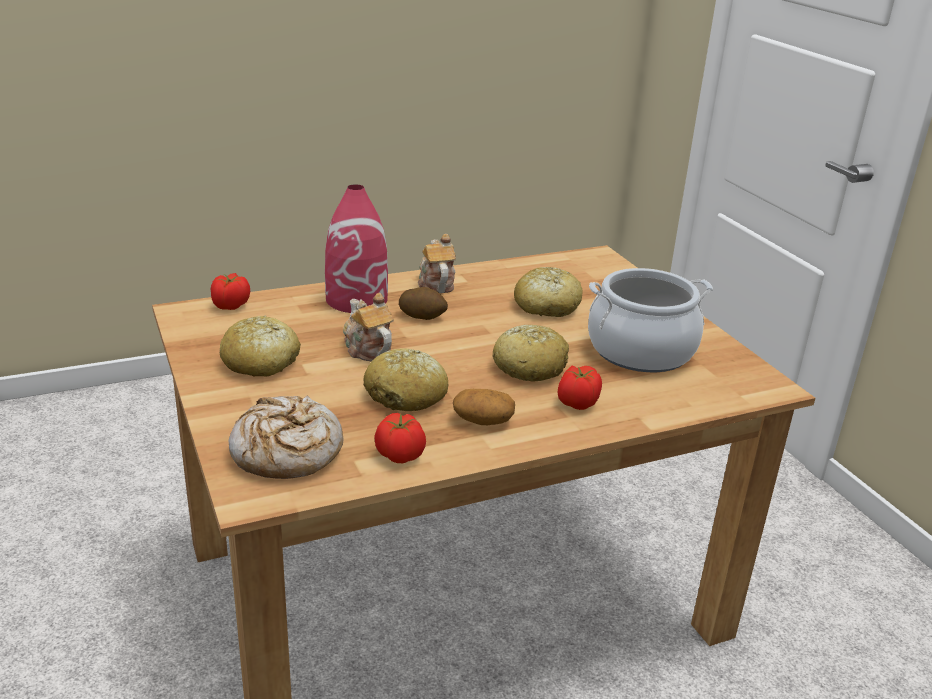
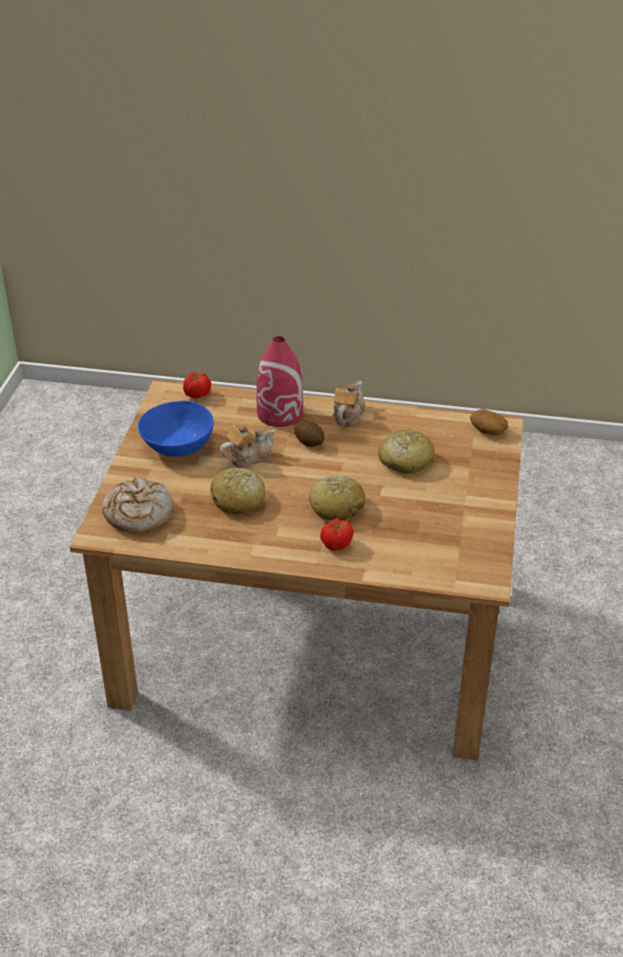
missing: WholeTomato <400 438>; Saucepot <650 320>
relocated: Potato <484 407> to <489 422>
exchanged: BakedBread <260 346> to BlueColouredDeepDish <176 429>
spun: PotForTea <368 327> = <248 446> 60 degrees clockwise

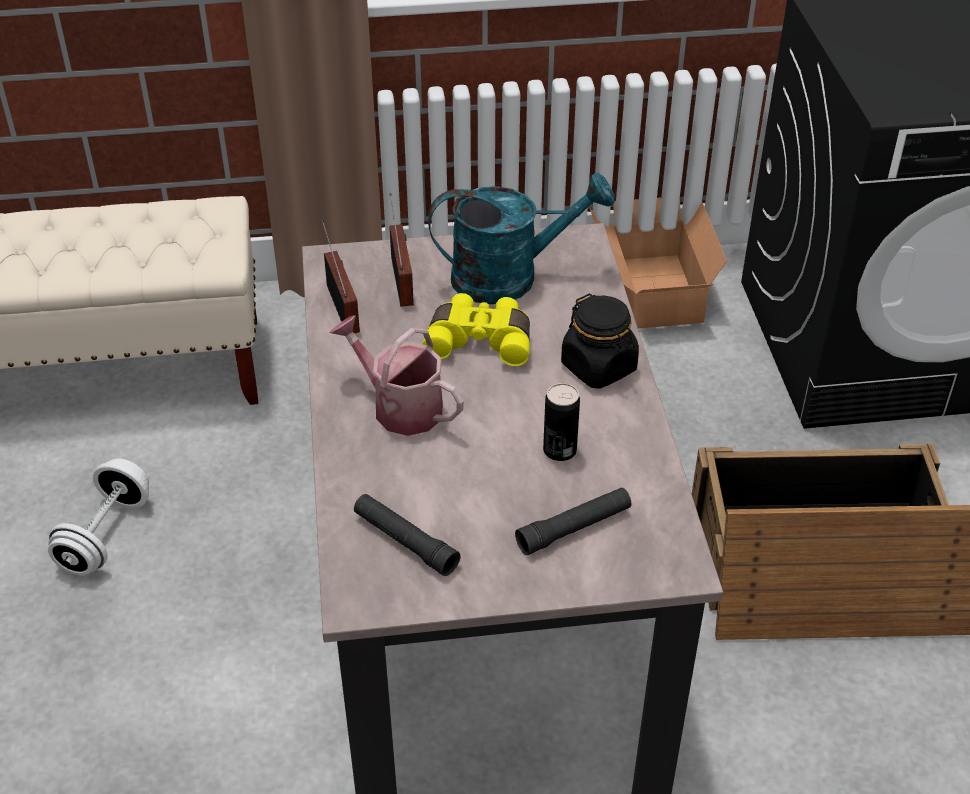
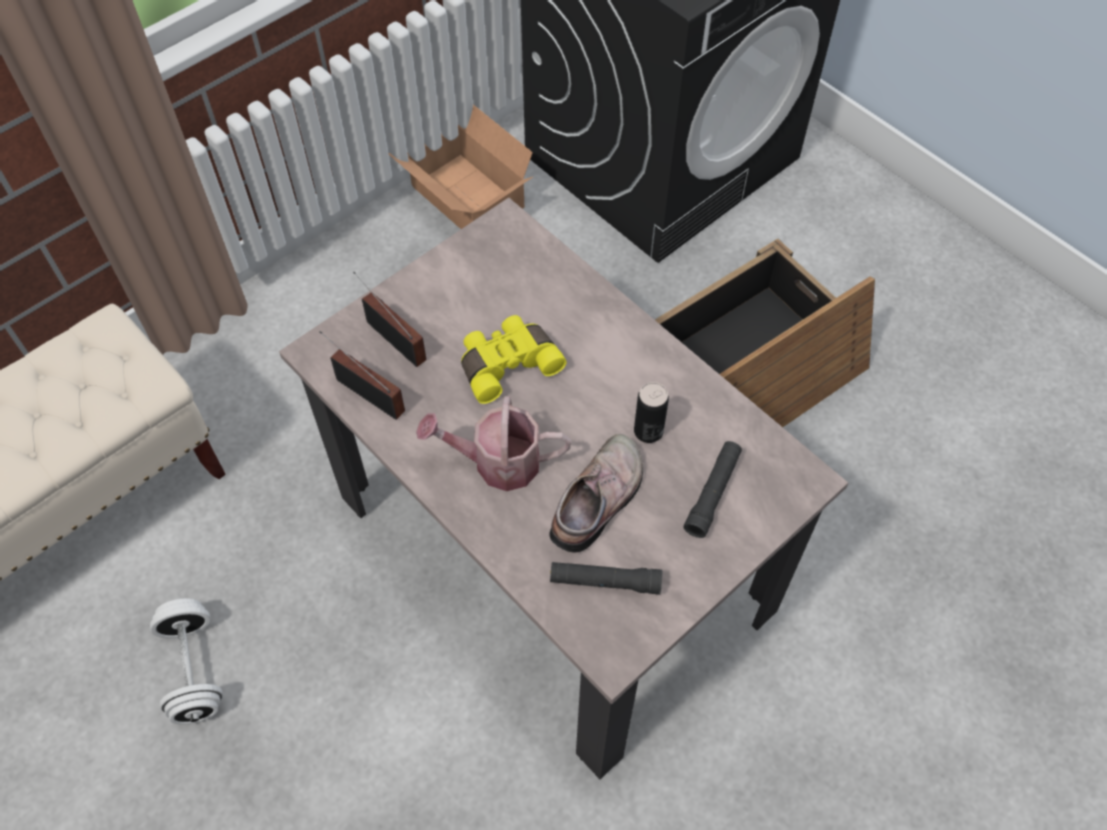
missing: TurquoiseWateringCan <521 238>; BlackJar <600 341>
appeared: Shoe <596 493>

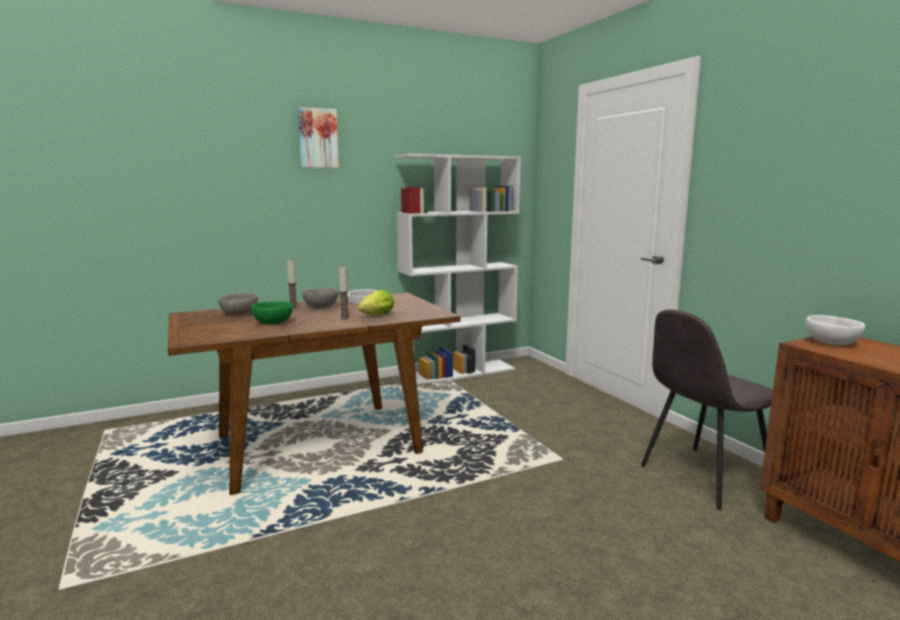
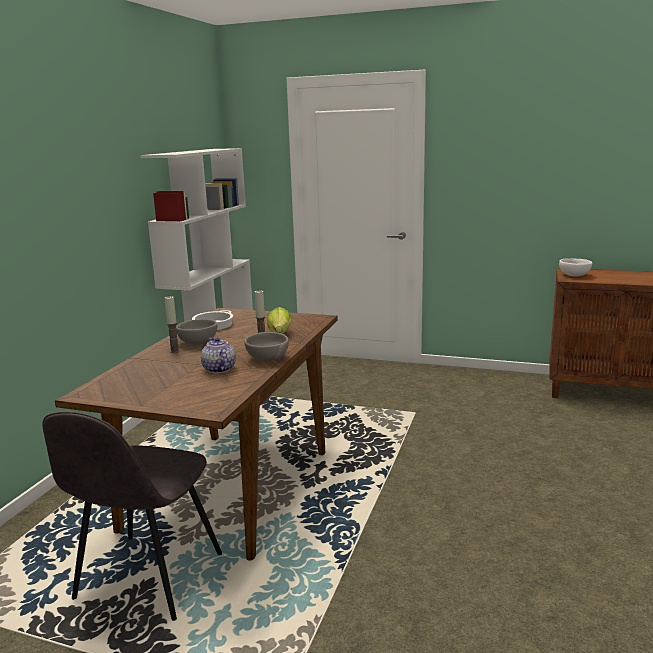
missing: WallArt <318 137>
relocated: GrayDeepDish <238 304> to <266 346>; GrayPlainChair <707 410> to <132 516>
exchanged: GreenDeepDish <272 313> to PotForTea <218 355>

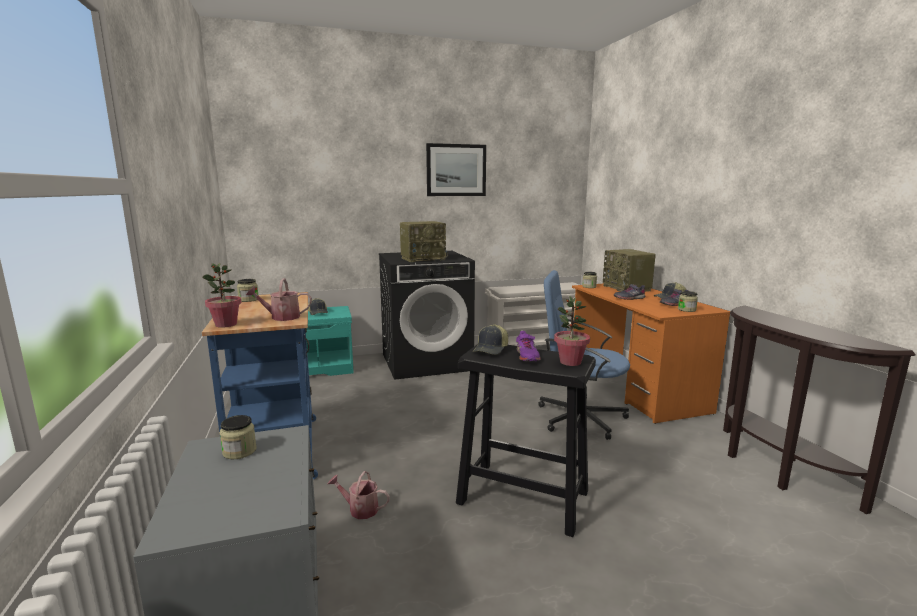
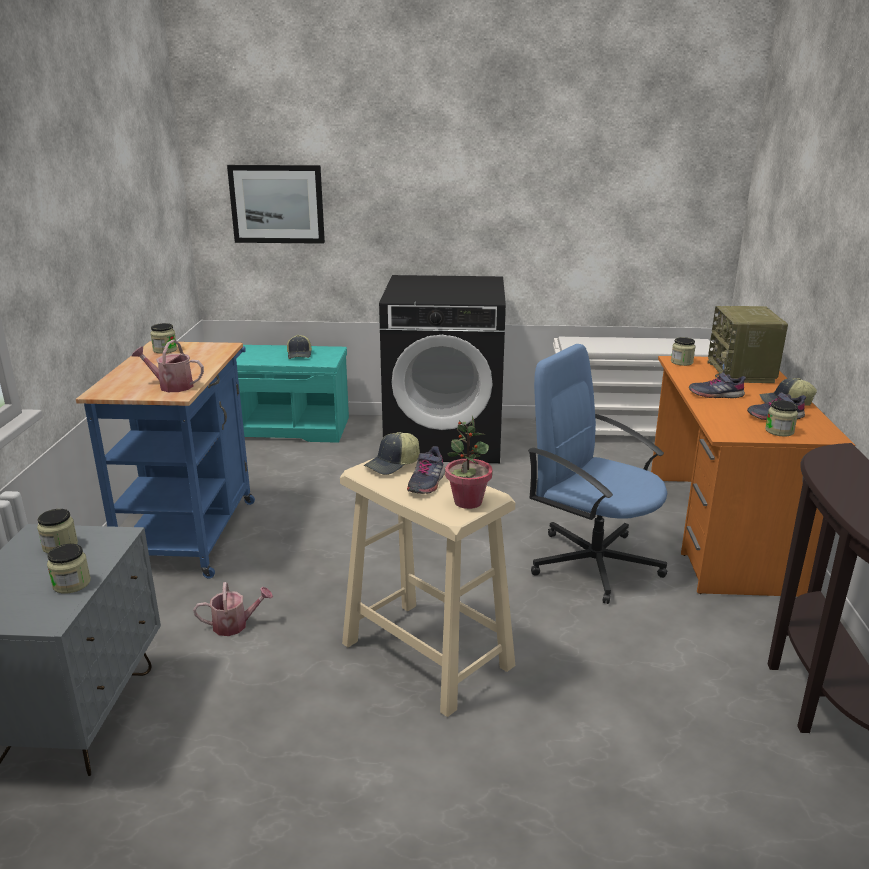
missing: Houseplant <221 295>; RadioReceiver <424 241>
appeared: Jar <69 569>
relocated: WallArt <456 169> to <276 204>
colour: BlackStool <526 440> to SandColouredStool <427 587>; PurpleShoe <528 346> to GrayShoe <426 470>
spun: WateringCan <359 495> = <233 609> 135 degrees clockwise

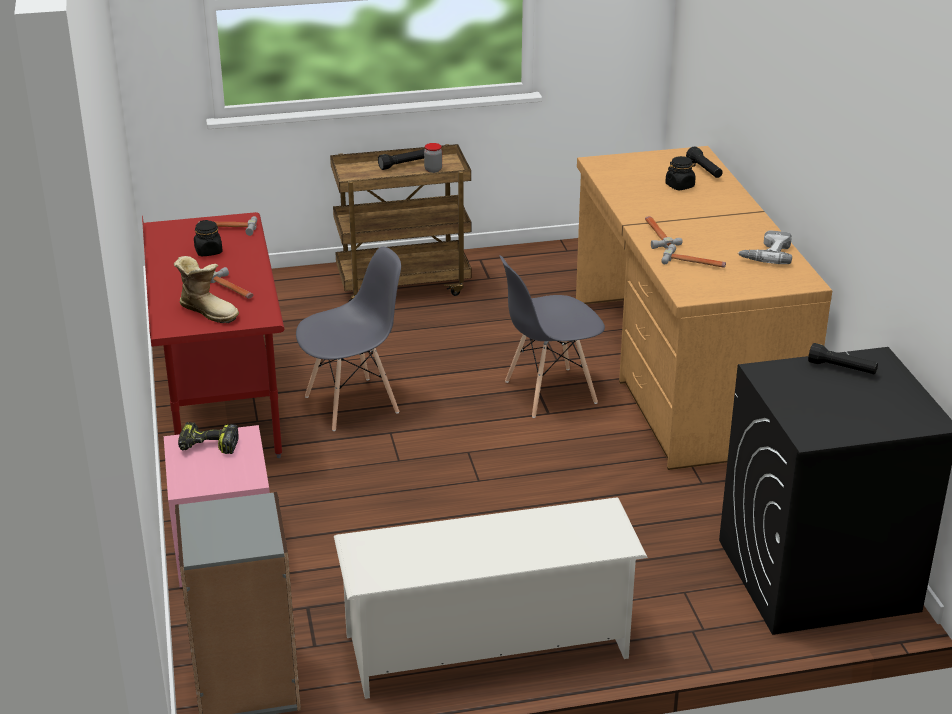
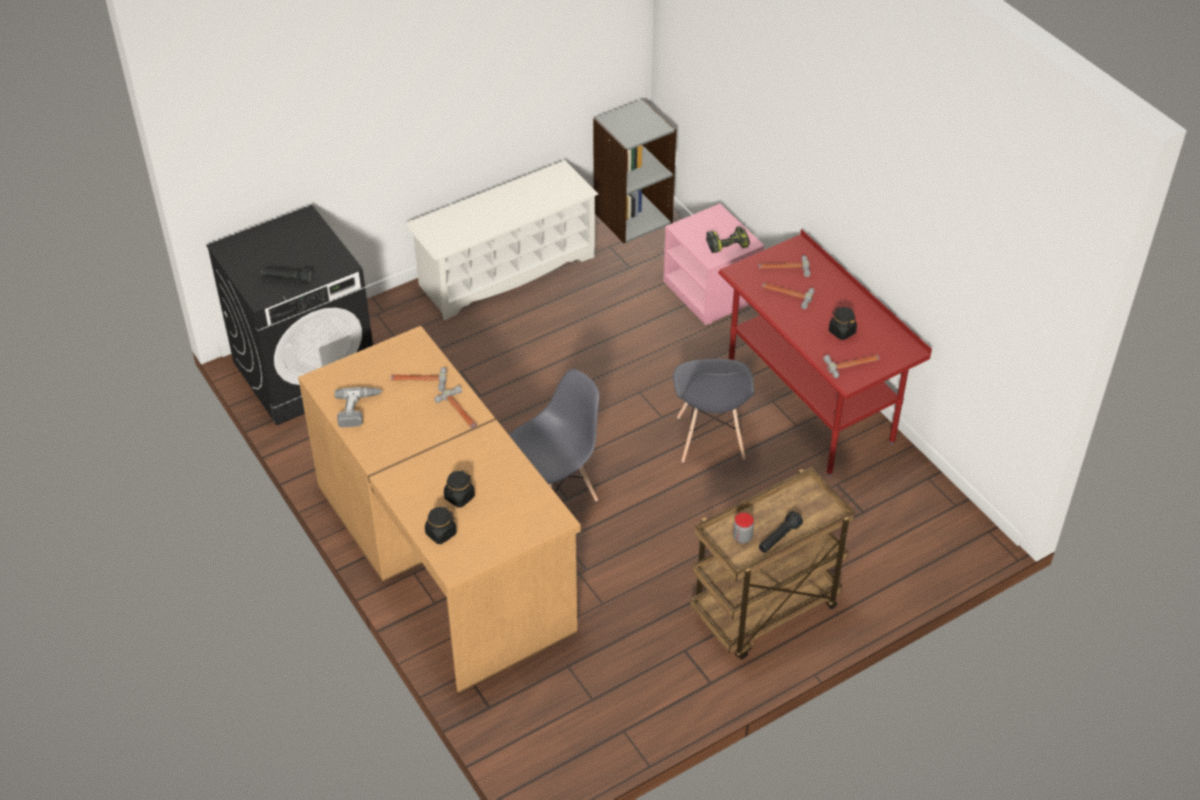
exchanged: HighTopBoot <206 289> to ToolHammer <784 266>; BlackHandTorch <704 162> to BlackJar <440 525>
spun: GrayPlainChair <348 339> = <713 410> 45 degrees counterclockwise

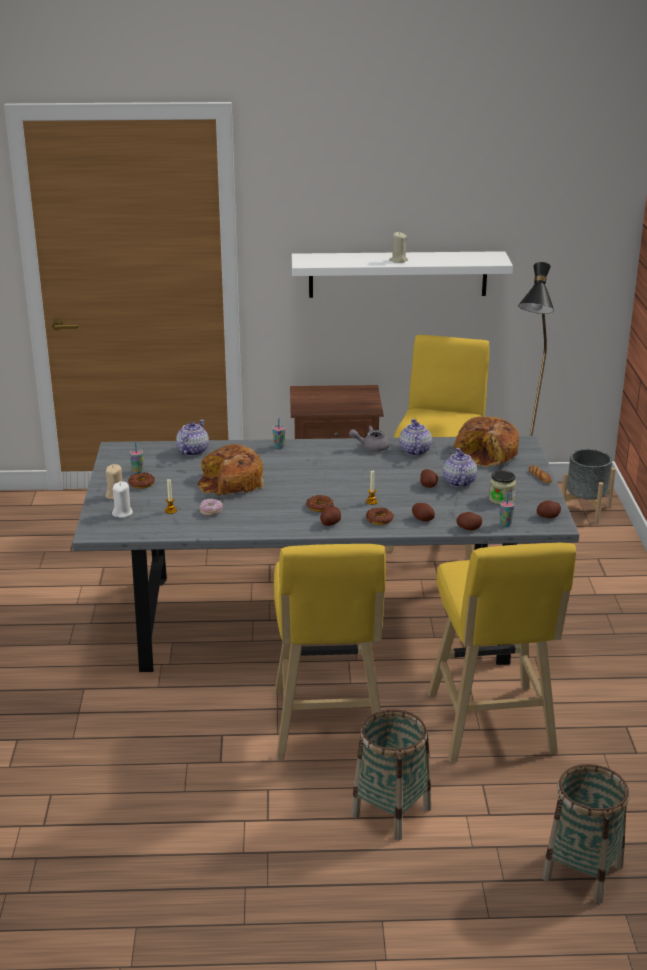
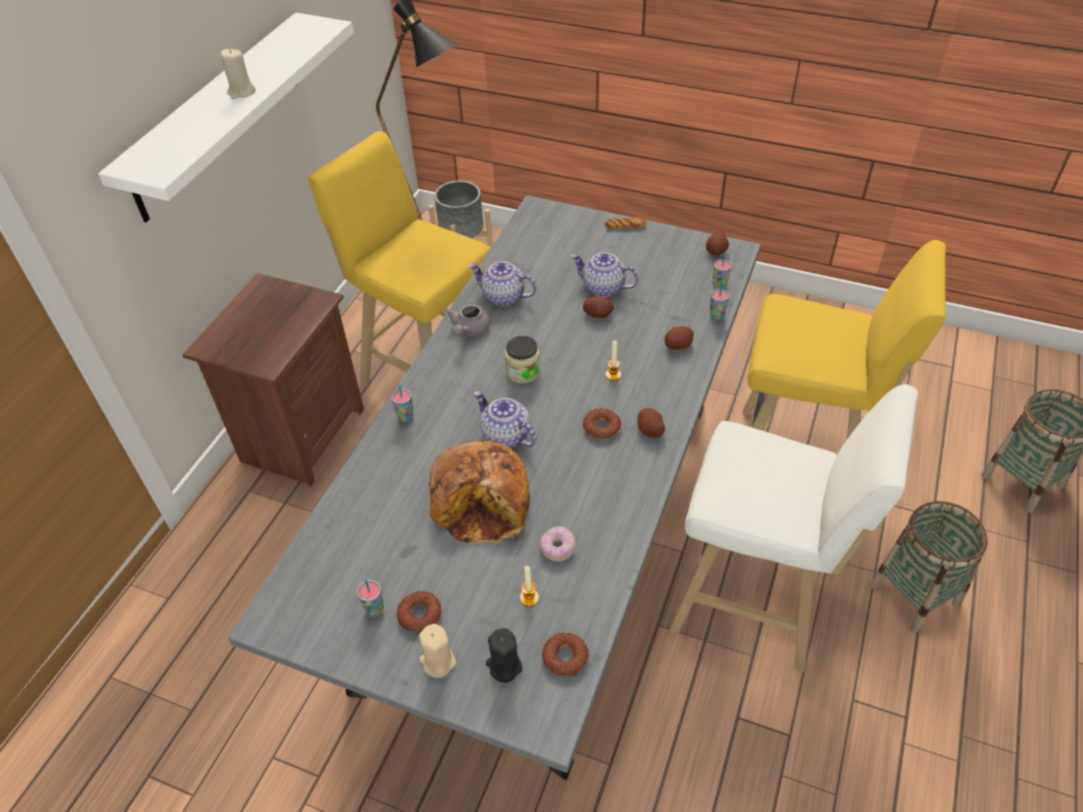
missing: BakedBread <486 441>
relocated: PotForTea <192 438> to <505 419>; RingDoughnut <380 516> to <565 654>; Jar <502 487> to <522 360>
exchanged: Potato <469 521> to Cup <719 302>
colour: WhiteWaxLight <122 500> to BlackWaxLight <504 655>; YellowStool <330 652> to WhiteStool <794 528>

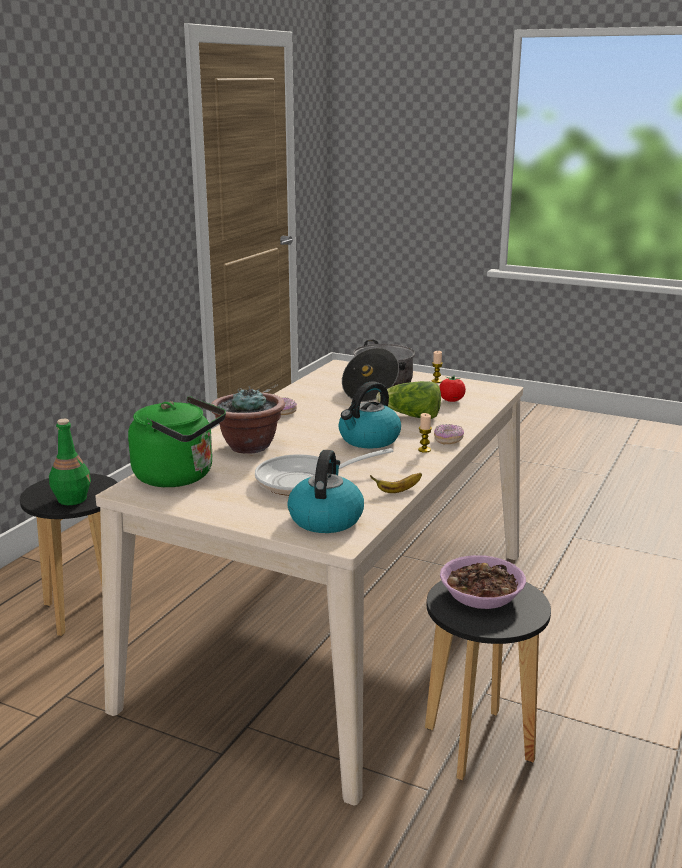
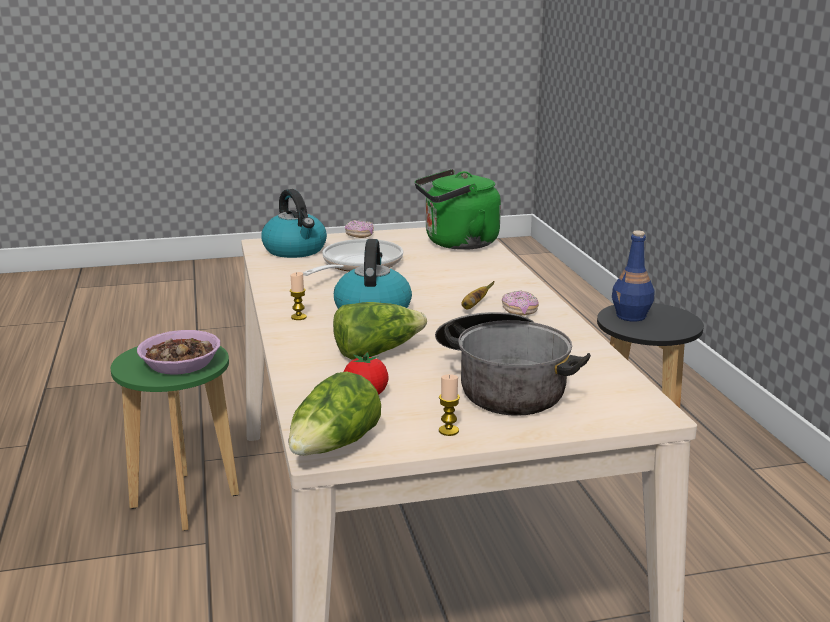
missing: Houseplant <248 420>
appeared: Lettuce <335 413>
relocated: WholeBanana <396 483> to <478 295>; RingDoughnut <449 434> to <359 229>
colour: GreenBottle <70 462> to BlueColouredBottle <633 276>; BlackStool <488 680> to GreenStool <175 438>

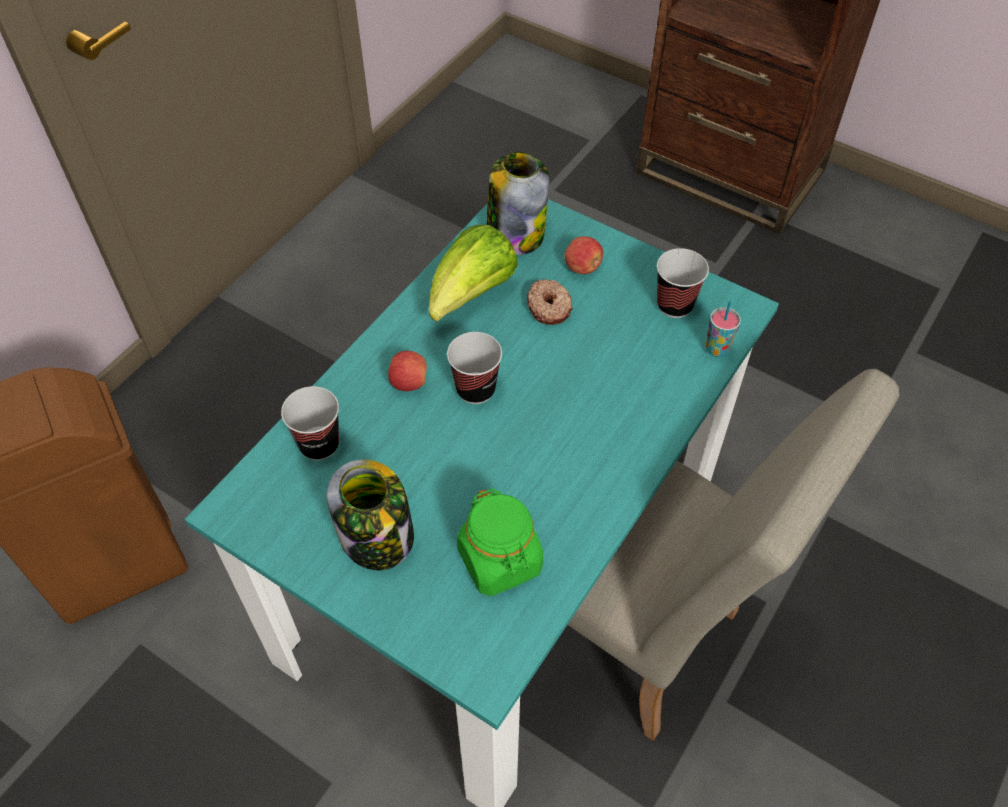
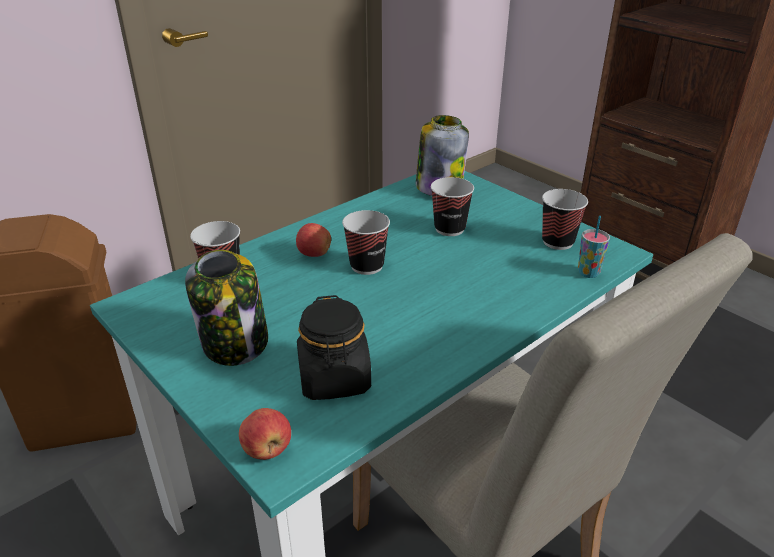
missing: Lettuce <473 273>
relocated: WholeApple <583 255> to <265 434>
exchanged: RingDoughnut <550 302> to Cup <452 206>
colour: GreenJar <500 542> to BlackJar <334 347>

